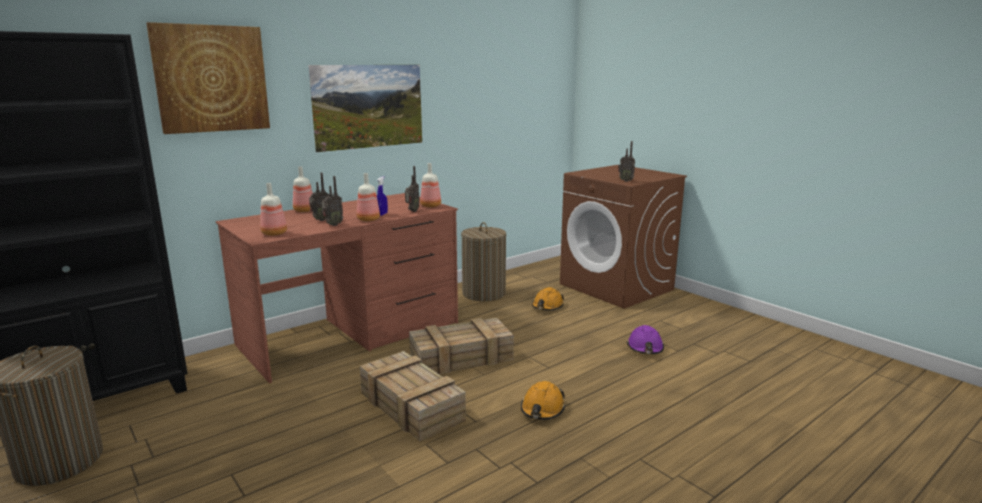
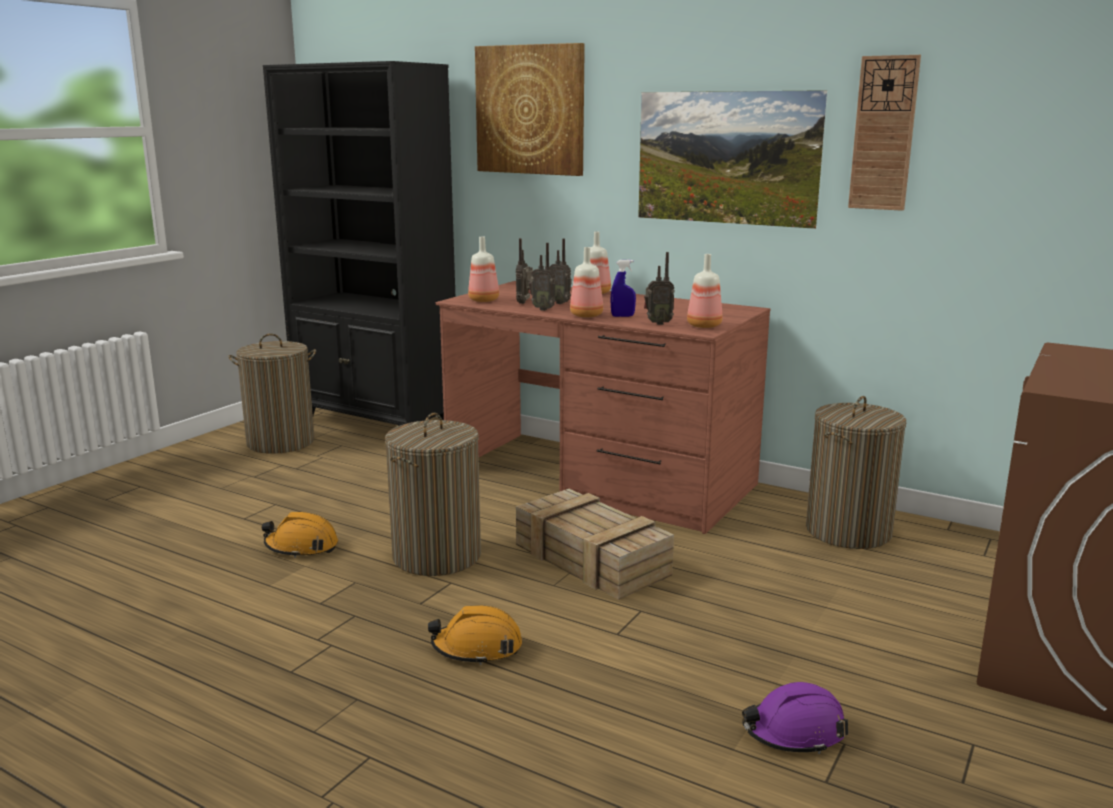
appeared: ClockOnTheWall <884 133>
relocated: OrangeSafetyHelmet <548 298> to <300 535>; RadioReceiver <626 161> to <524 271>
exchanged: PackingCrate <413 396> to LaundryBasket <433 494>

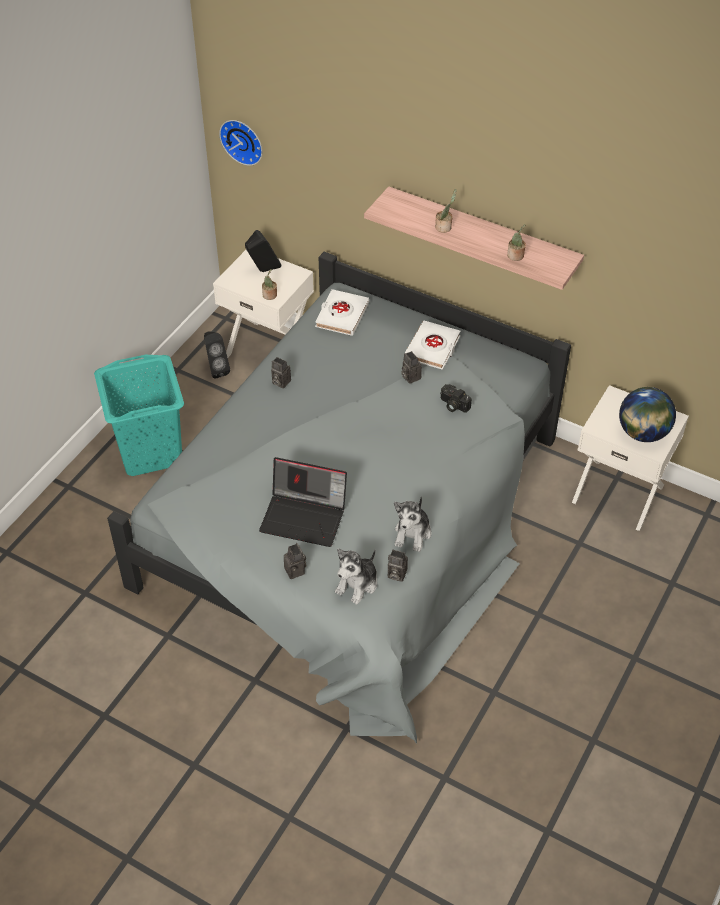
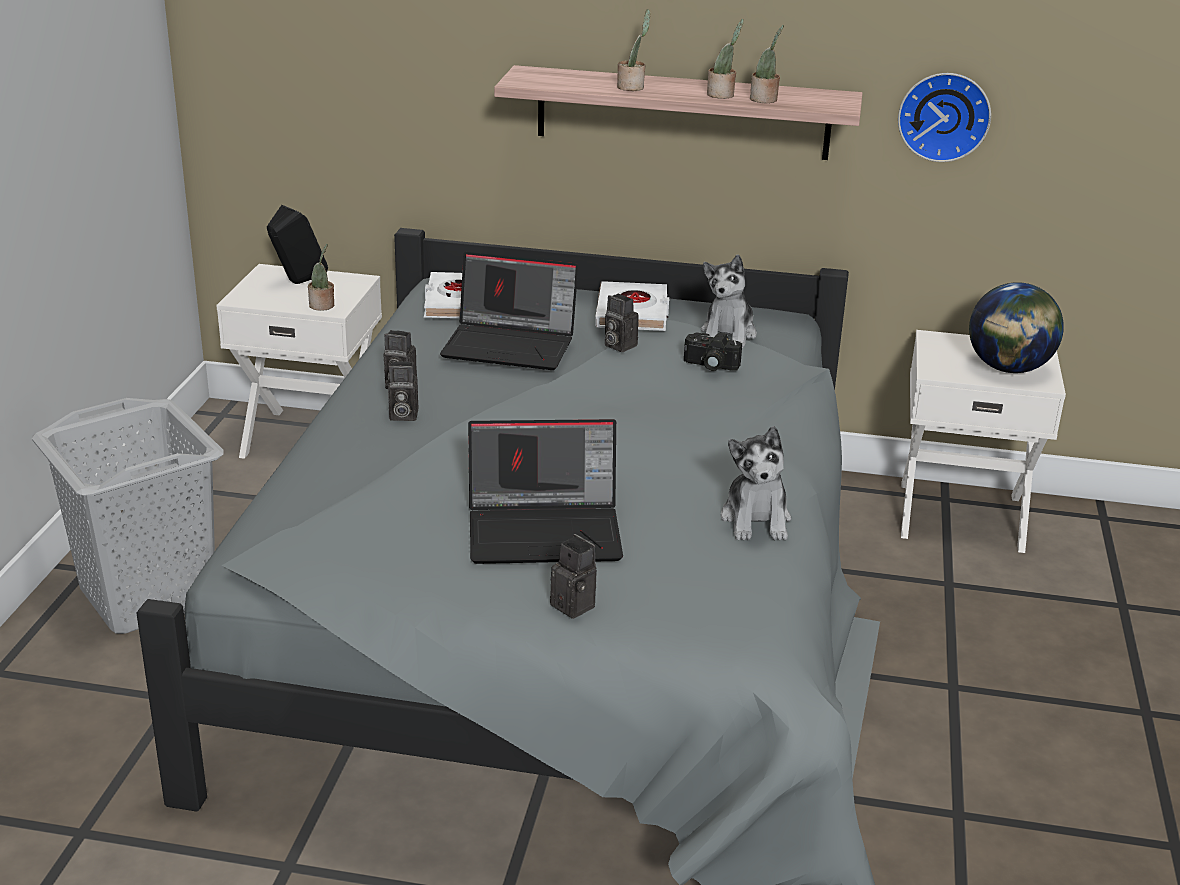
missing: BlackLoudspeaker <217 355>
appeared: NotebookComputer <509 311>; Houseplant <725 59>
relocated: ClockOnTheWall <240 143> to <944 117>; PlushToy <356 576> to <729 302>; PhotoCamera <398 566> to <401 391>
colour: TurquoiseLaundryBasket <139 415> to GrayLaundryBasket <128 516>

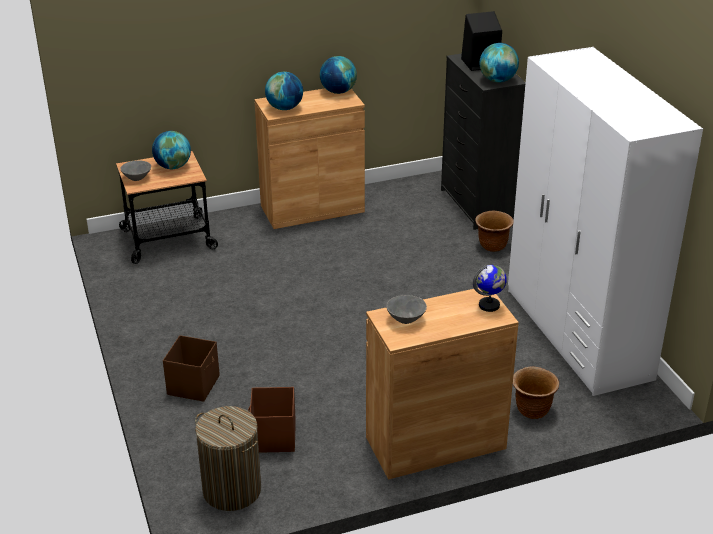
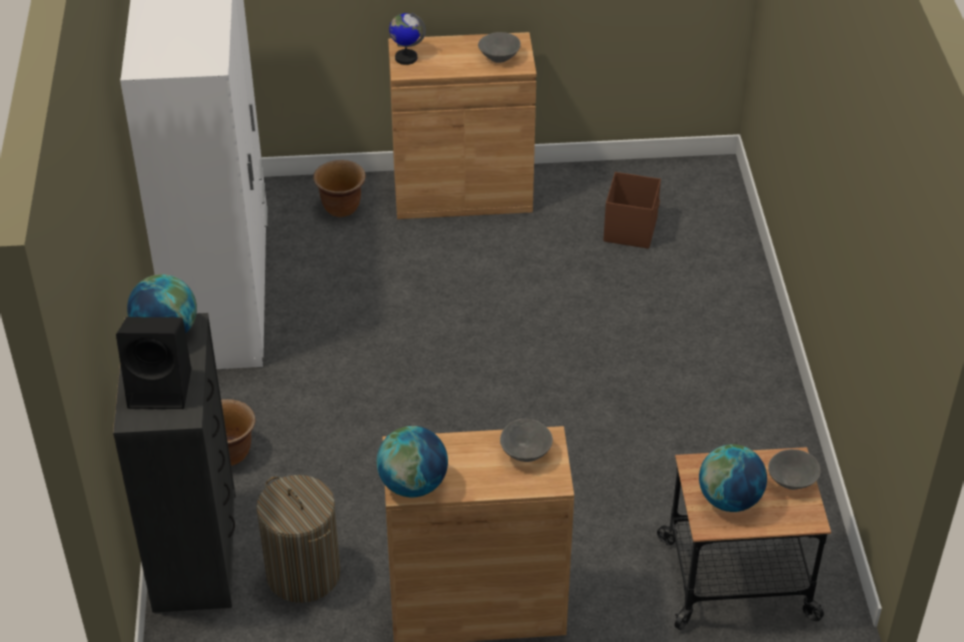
missing: BrownColouredStorageContainer <191 368>
relocated: LaundryBasket <228 458> to <298 539>
exchanged: WorldGlobe <284 91> to GrayDeepDish <526 440>

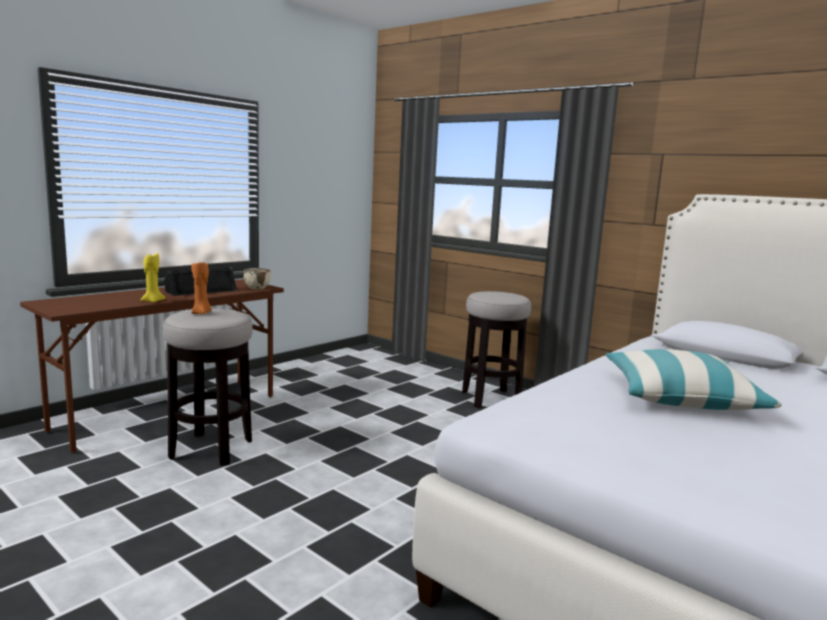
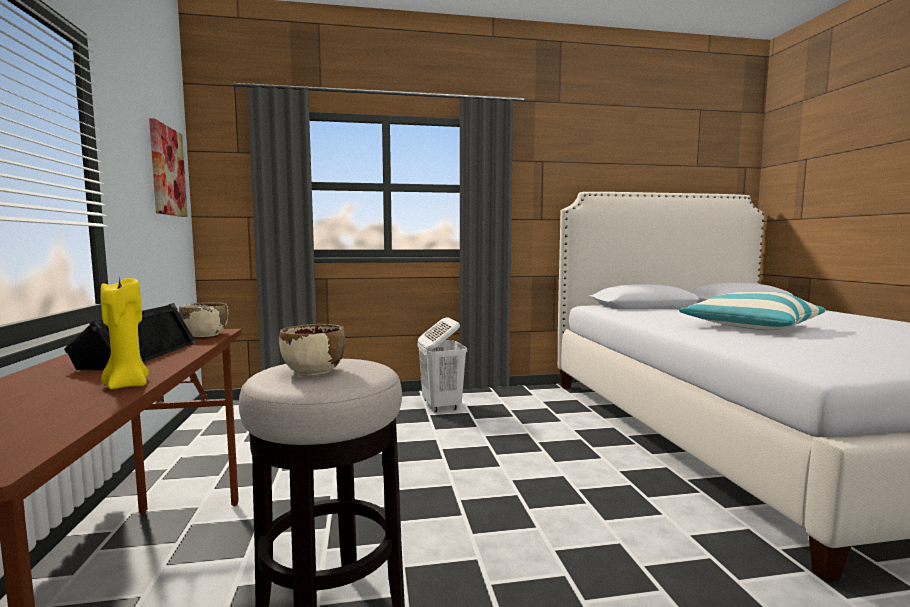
appeared: WallArt <168 167>
exchanged: OrangeWaxLight <201 288> to SandColouredDeepDish <312 349>; Stool <496 349> to WhiteLaundryBasket <442 364>

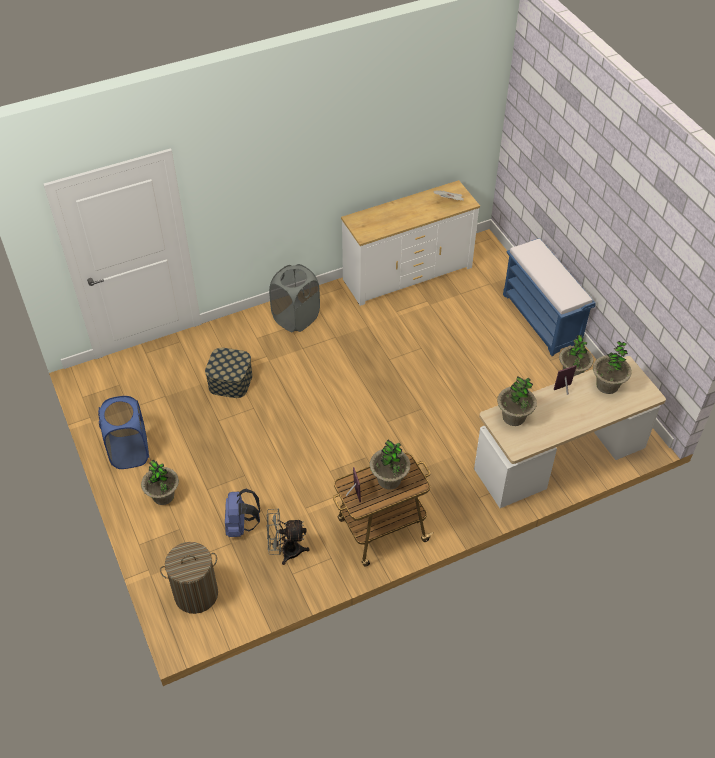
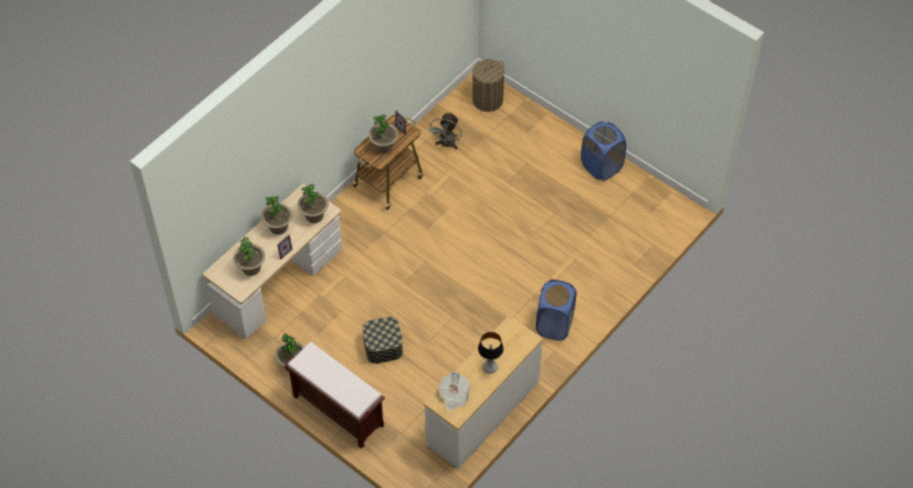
missing: BlueColouredKnapsack <242 513>
appeared: TableLamp <491 353>
relocated: Houseplant <160 482> to <277 215>; StorageContainer <229 373> to <382 340>
colour: GrayLaundryBasket <294 298> to BlueColouredLaundryBasket <556 310>; BlueColouredBench <549 297> to BrownColouredBench <335 395>
spun: GrayElectricFan <288 536> = <445 131> 135 degrees clockwise

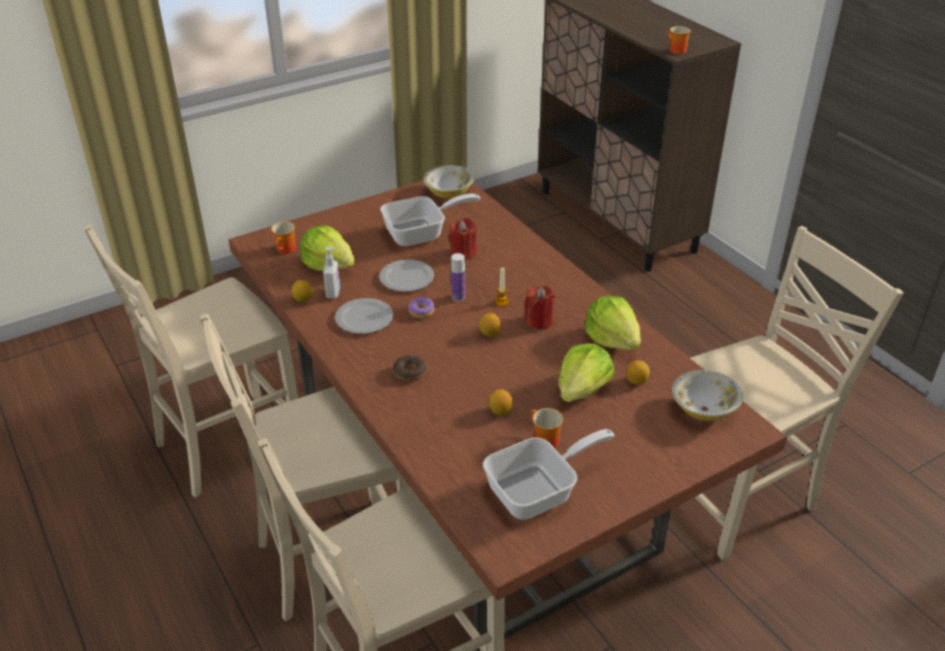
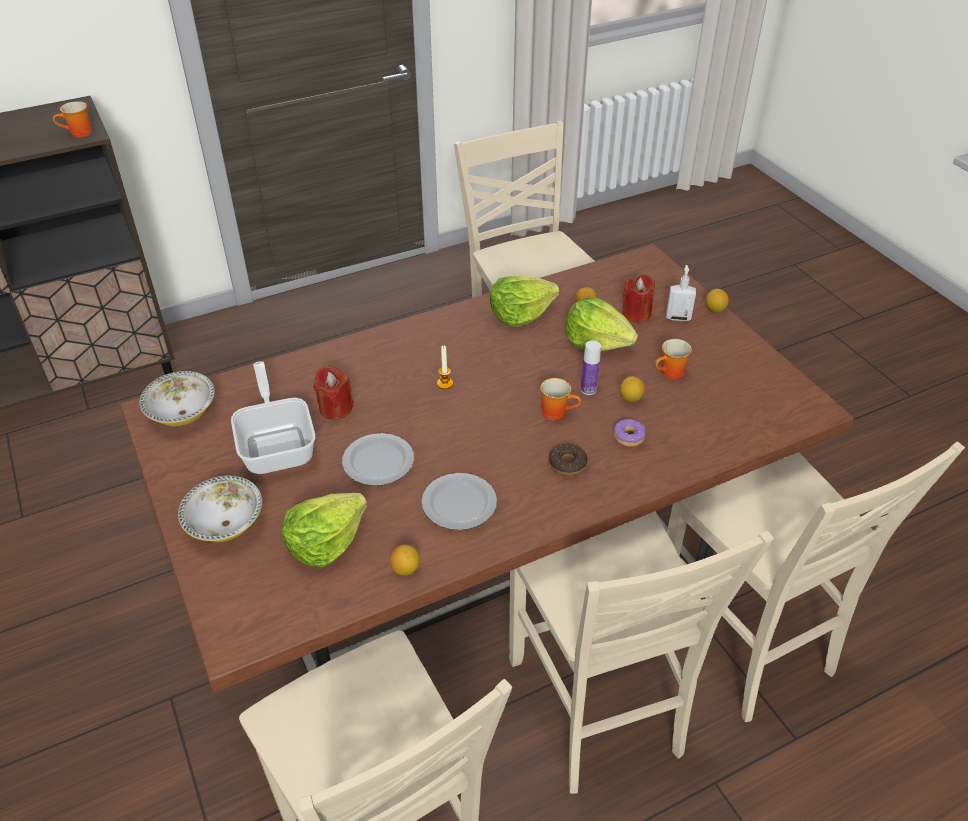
missing: Pan <549 474>
relocated: CoffeeMug <283 237> to <560 399>; LiquidSoapBottle <331 273> to <681 293>; RingDoughnut <421 307> to <630 433>; Bottle <458 277> to <591 368>; Lemon <490 325> to <717 300>; ReddishWaxLight <539 307> to <638 298>; DeepDish <707 395> to <220 509>

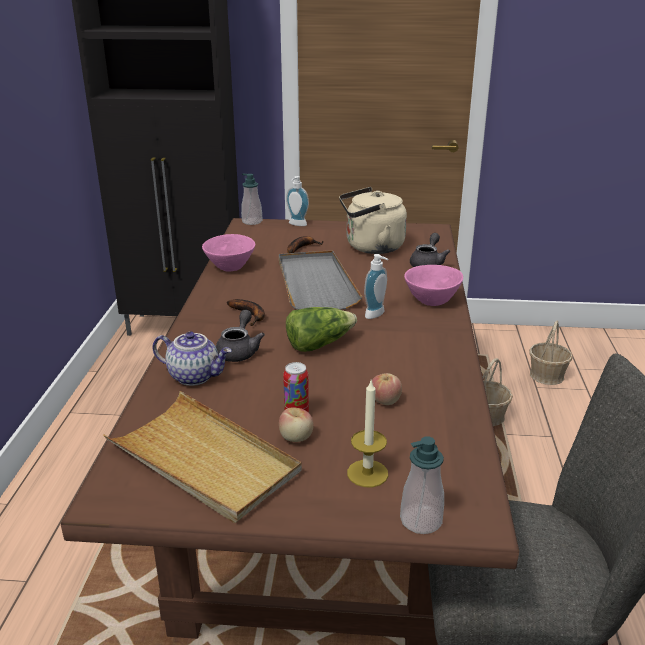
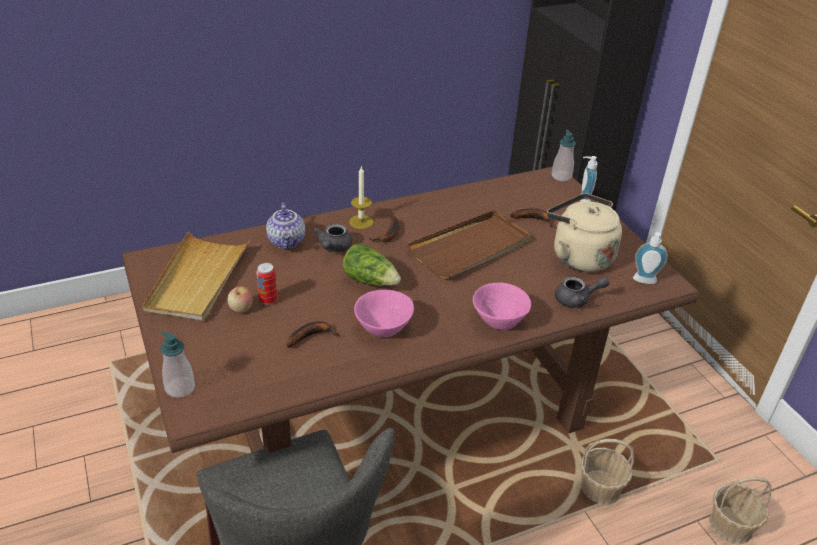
relocated: PinkishDeepDish <228 252> to <384 314>; WaxLight <367 434> to <361 197>; LiquidSoapBottle <376 286> to <650 258>
exchanged: WholeApple <387 389> to WholeBanana <313 334>
colour: GrayCarryingTray <320 280> to BrownColouredCarryingTray <469 244>
spun: GrayPotForTea <240 336> = <332 238> 120 degrees clockwise

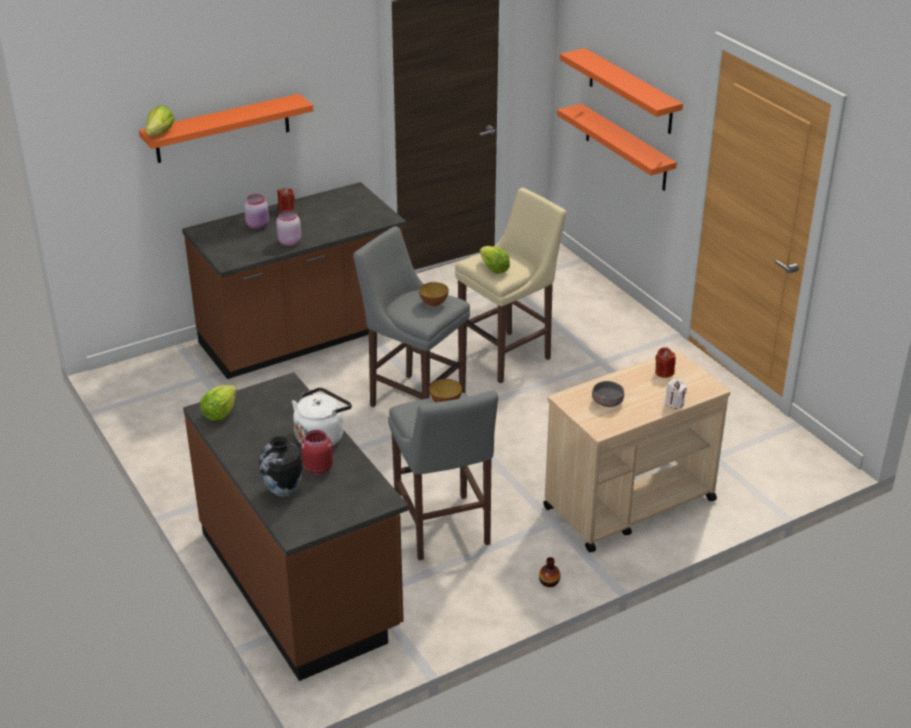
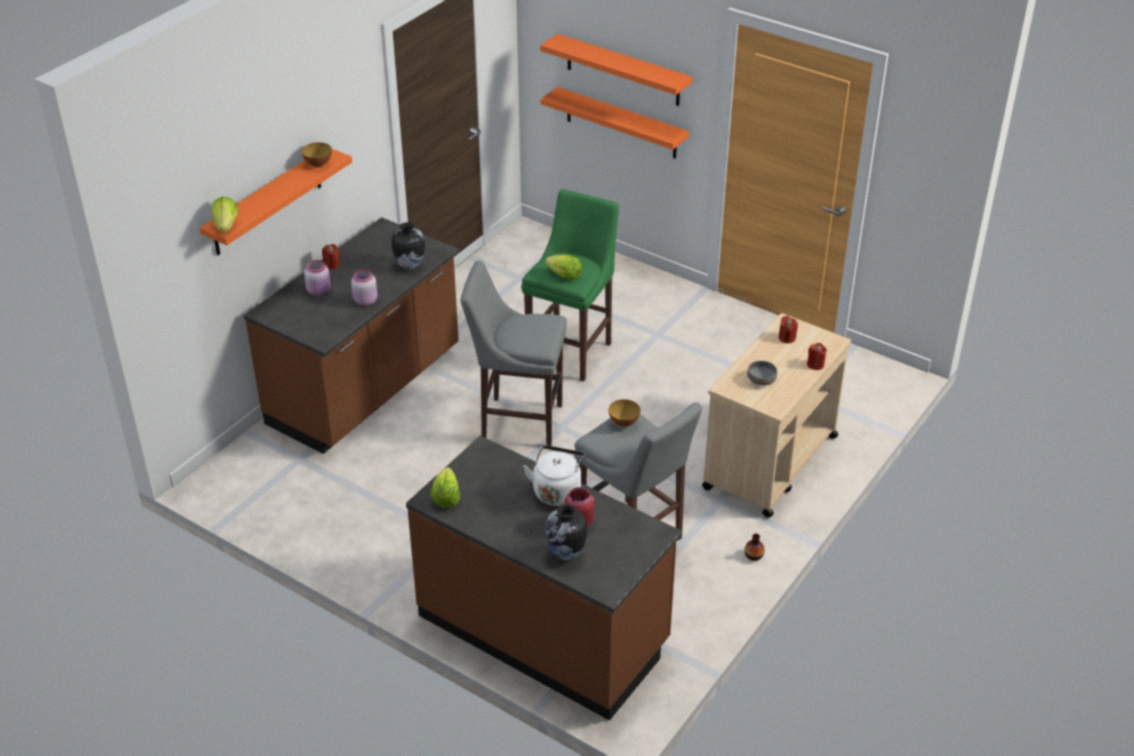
appeared: DecorativeVase <408 246>
relocated: DeepDish <434 294> to <316 154>
colour: SandColouredStool <511 285> to GreenStool <570 285>; WhiteWaxLight <676 394> to ReddishWaxLight <817 356>

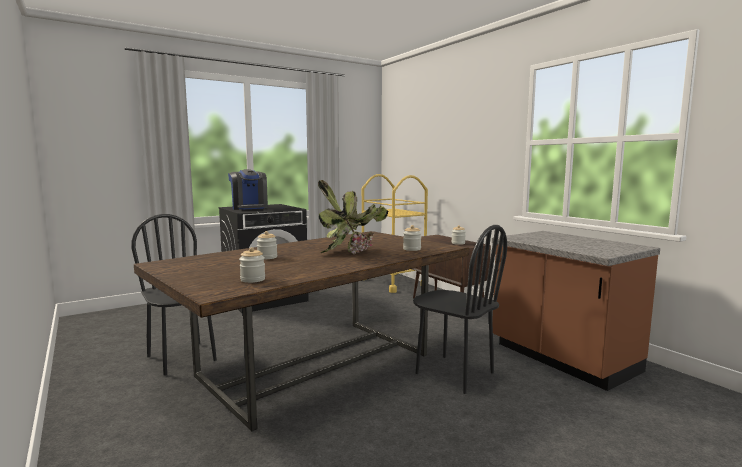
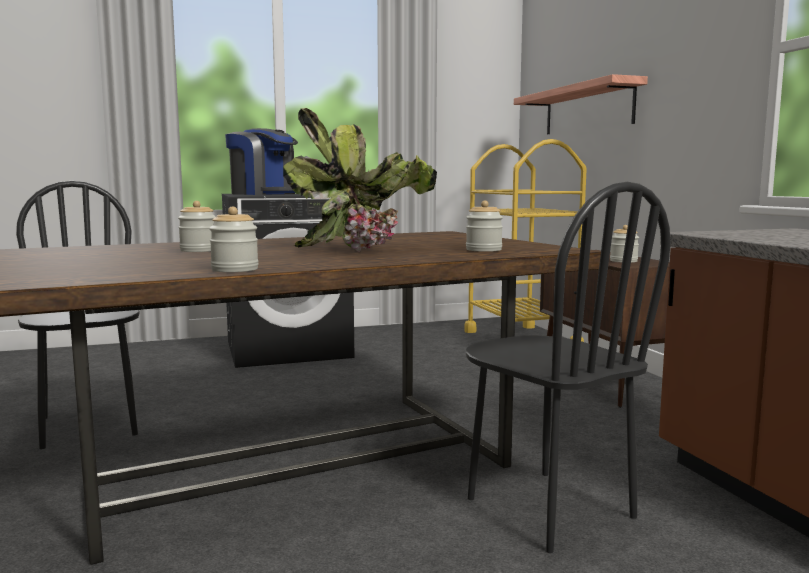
appeared: WallShelf <581 104>
relocated: Jar <252 265> to <234 239>
spun: CoffeeBrewer <248 189> = <261 161> 45 degrees counterclockwise

